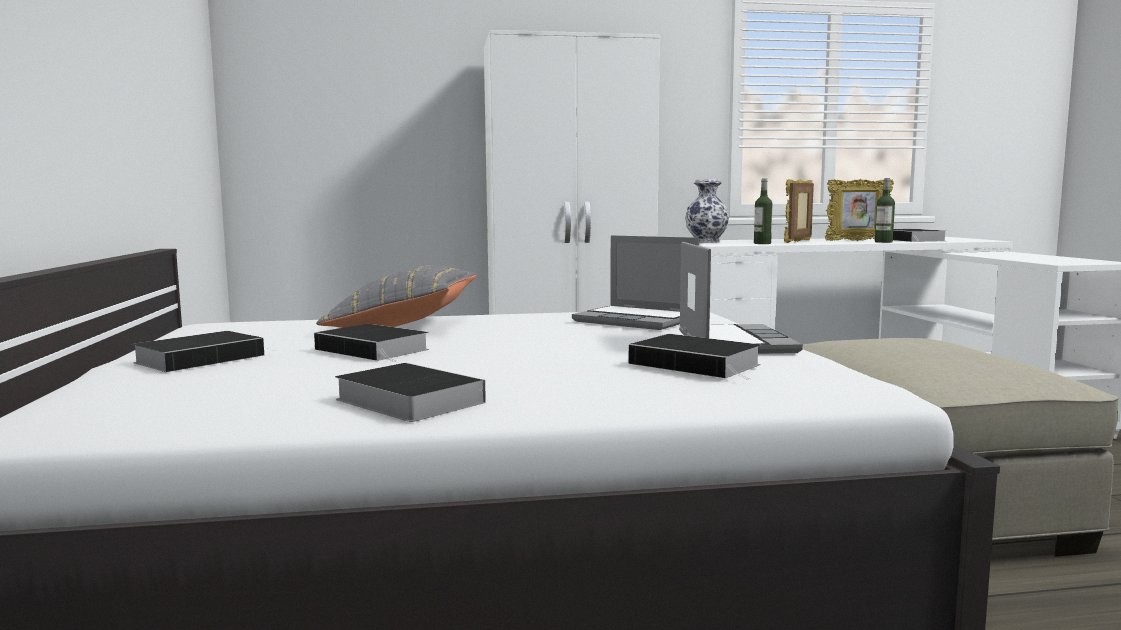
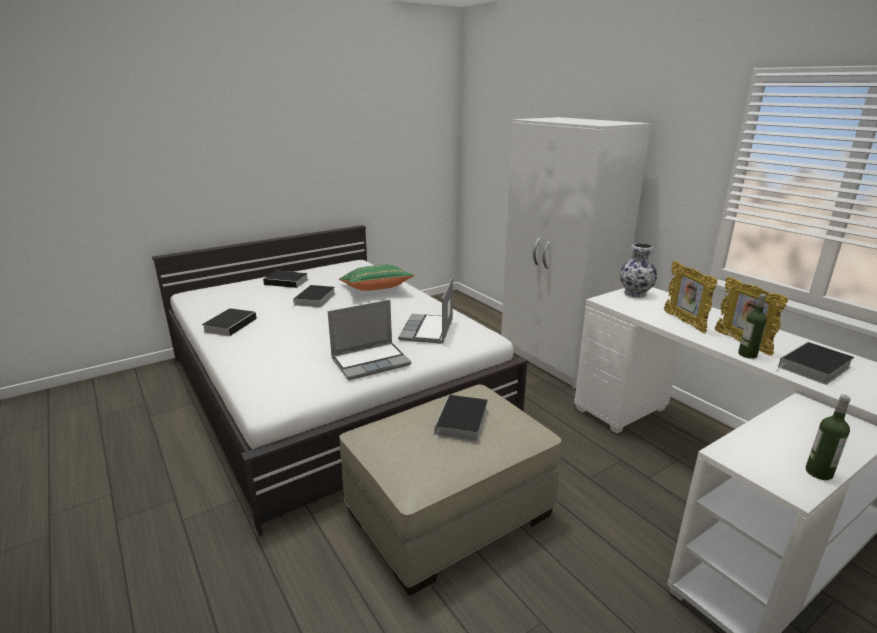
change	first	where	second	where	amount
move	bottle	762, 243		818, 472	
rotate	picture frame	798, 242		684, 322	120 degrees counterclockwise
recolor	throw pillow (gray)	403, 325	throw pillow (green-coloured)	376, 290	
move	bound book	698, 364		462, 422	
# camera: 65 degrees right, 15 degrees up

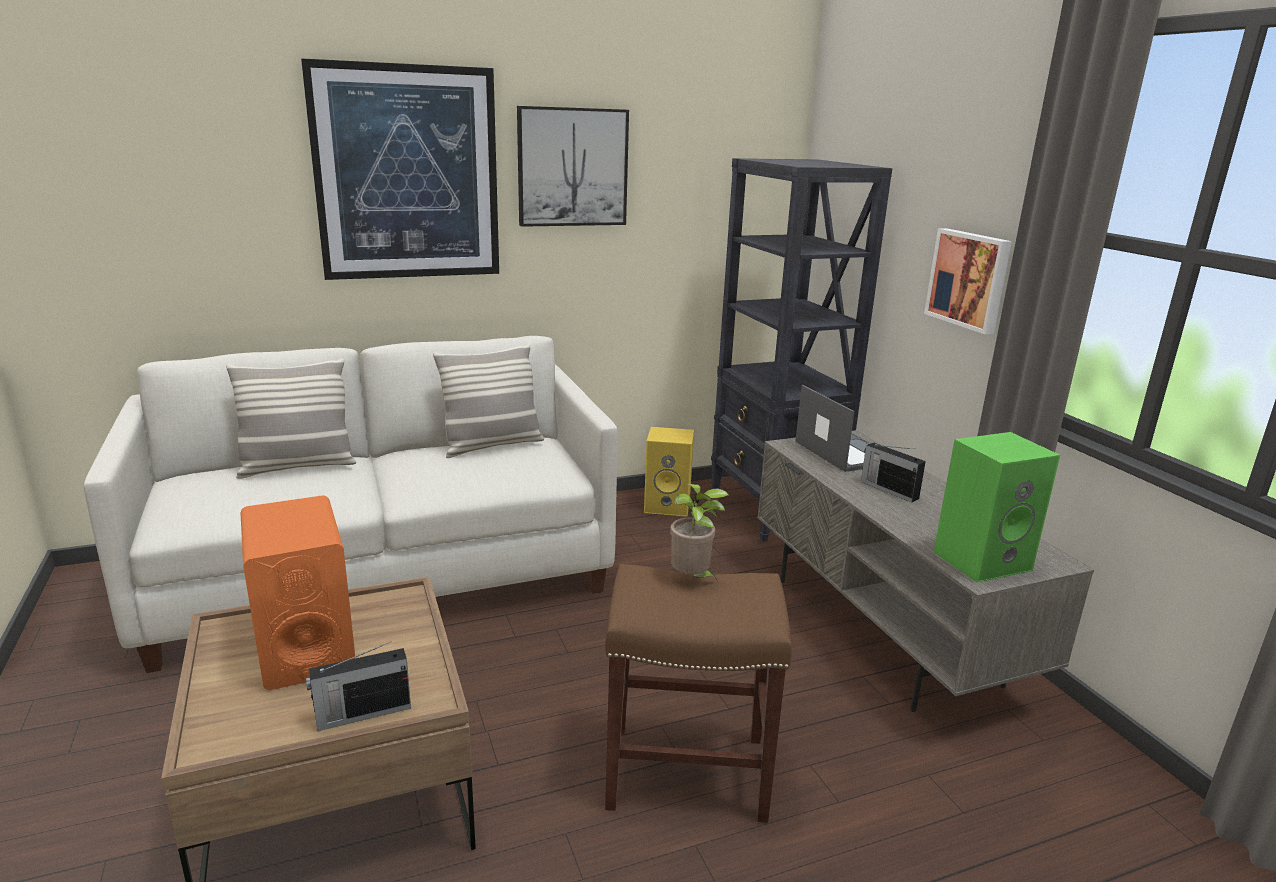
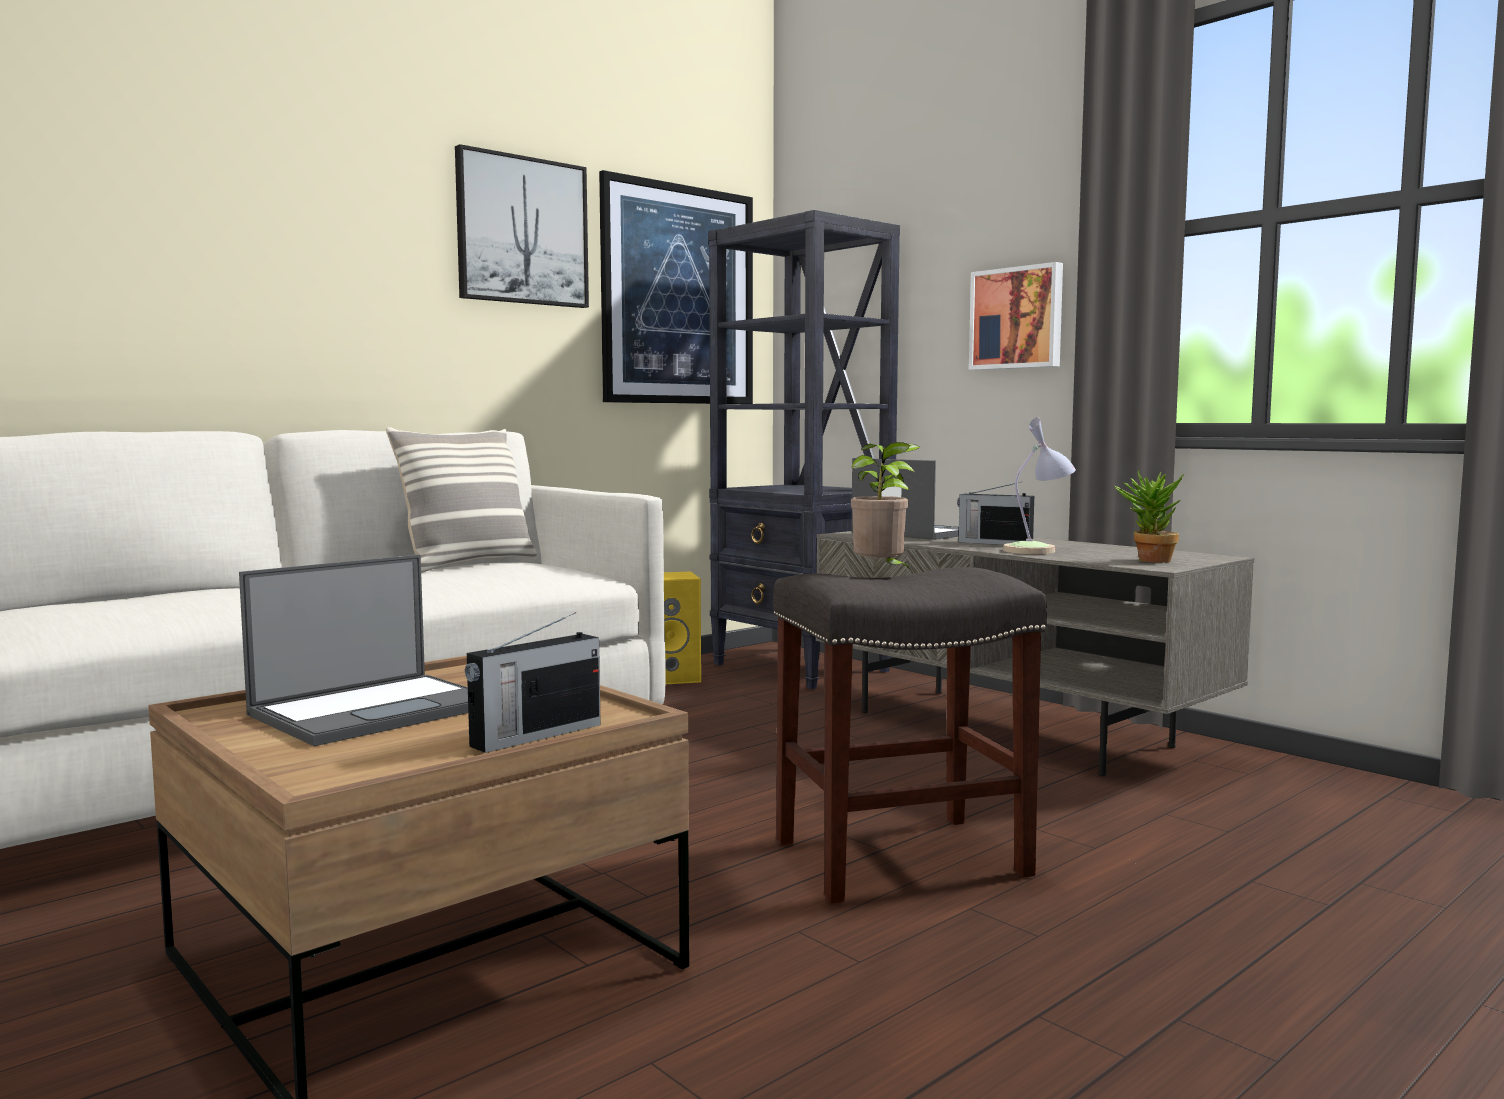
change	first	where	second	where	amount
move	wall picture	407, 174		679, 295	
delete	throw pillow	297, 467			
replace	audio speaker (green-coloured)	982, 560	houseplant	1148, 560	
replace	audio speaker (orangey)	305, 648	notebook computer	376, 710	
recolor	sitting stool (brown)	684, 772	sitting stool (gray)	897, 858	
insert			table lamp	1038, 550	
# camera: 20 degrees left, 15 degrees down

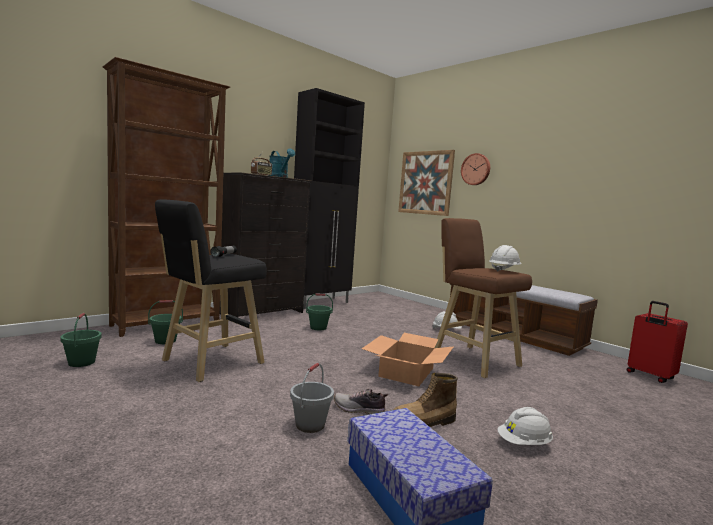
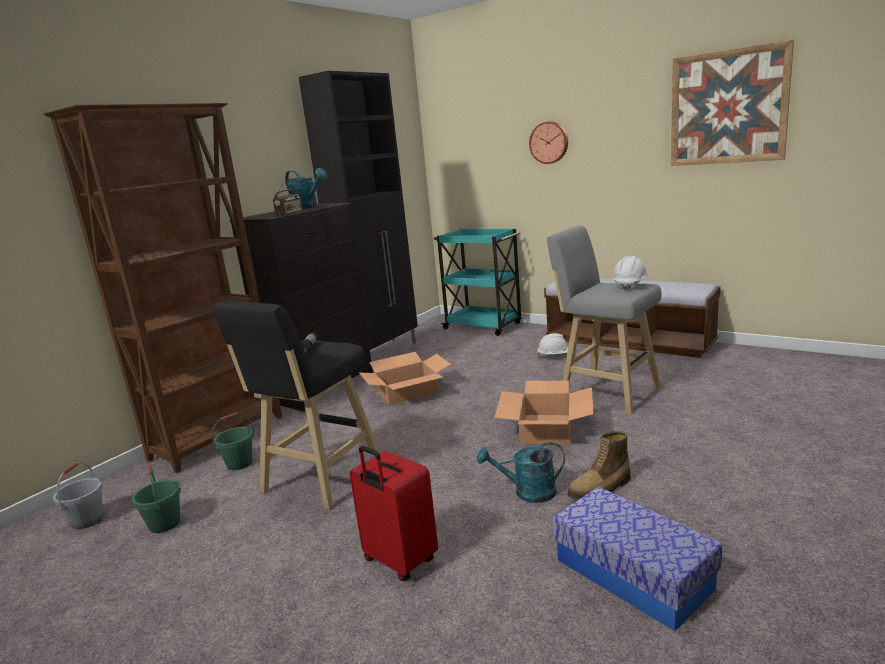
change	first	where	second	where	amount
move	wall picture	425, 183		728, 107	
recolor	sitting stool (brown)	472, 360	sitting stool (gray)	605, 392	
replace	bucket (green-coloured)	318, 328	carton	407, 392	
move	suitcase (red)	650, 376		399, 561	
move	bucket (gray)	310, 425		87, 520	
replace	low shoe	359, 409	sprinkling can (blue-green)	527, 492	
delete	safety helmet (white-coloured)	524, 444			
insert			trolley (blue-green)	483, 326	
# camera: 10 degrees left, 10 degrees up

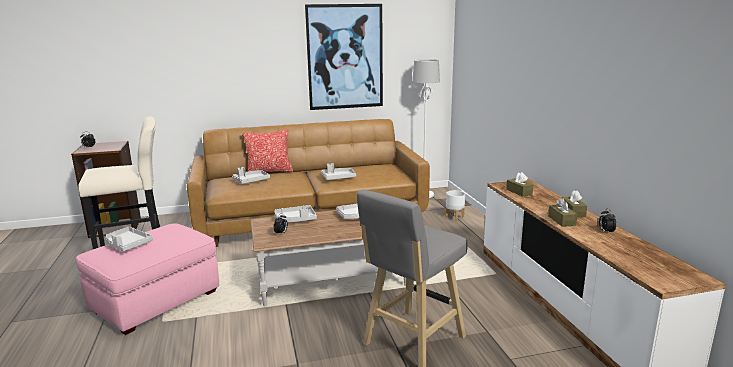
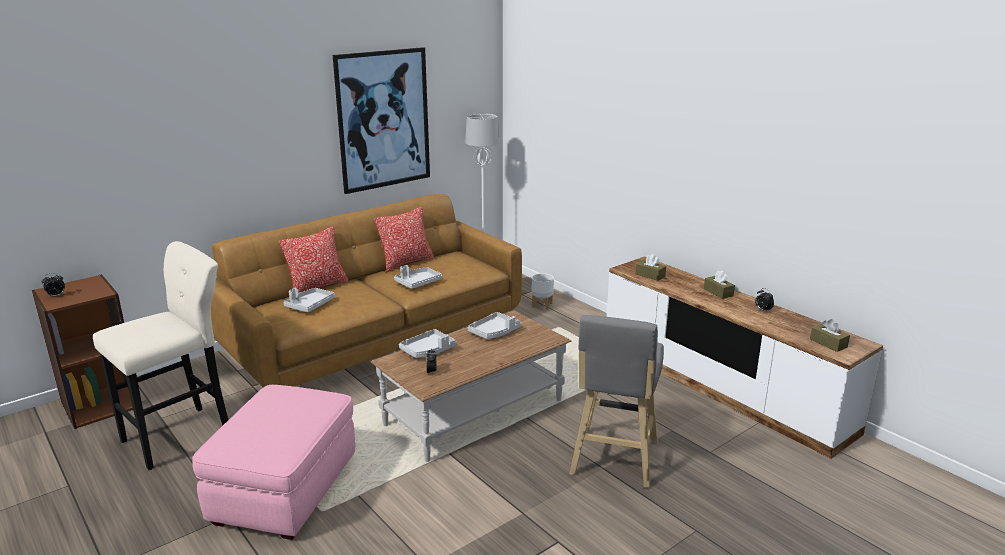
change	first	where	second	where	amount
move	tissue box (brown)	561, 220		828, 343	
delete	carrying tray (gray)	127, 244			
insert			throw pillow	406, 263	
# camera: 25 degrees left, 5 degrees up

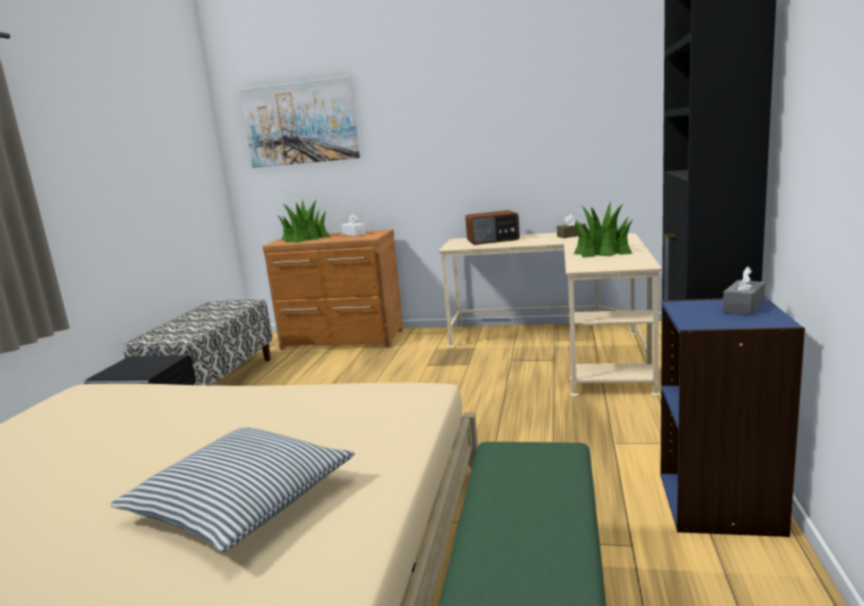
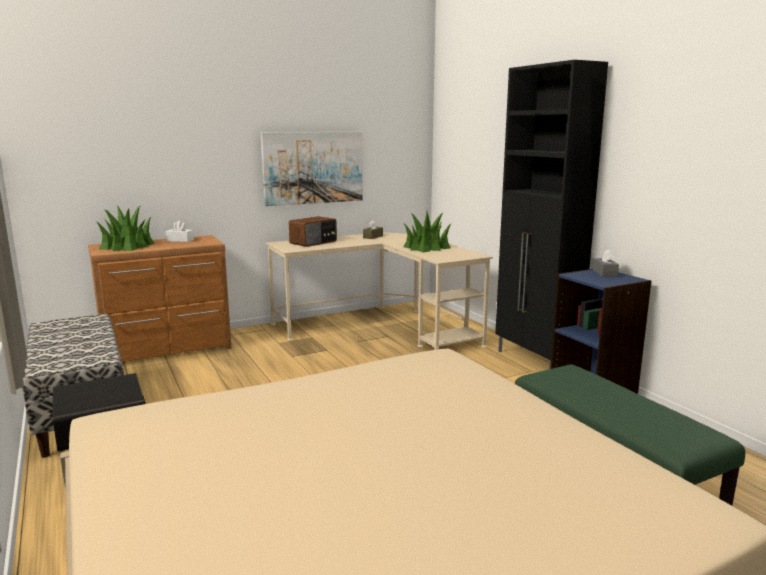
change	first	where	second	where	amount
move	wall picture	300, 123		313, 167	
delete	throw pillow	241, 502			
# camera: 40 degrees left, 0 degrees up

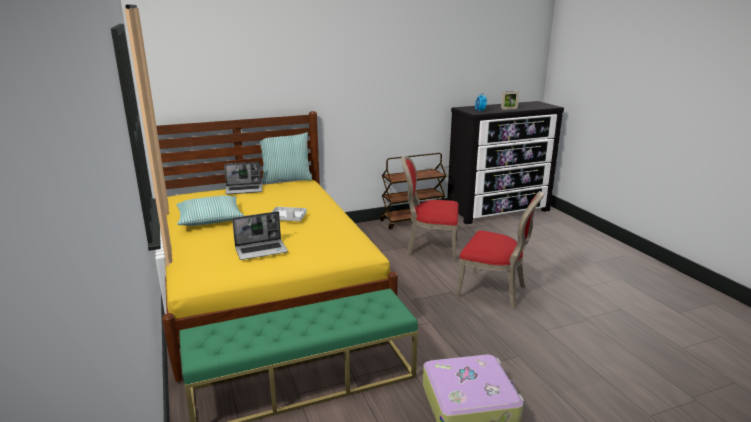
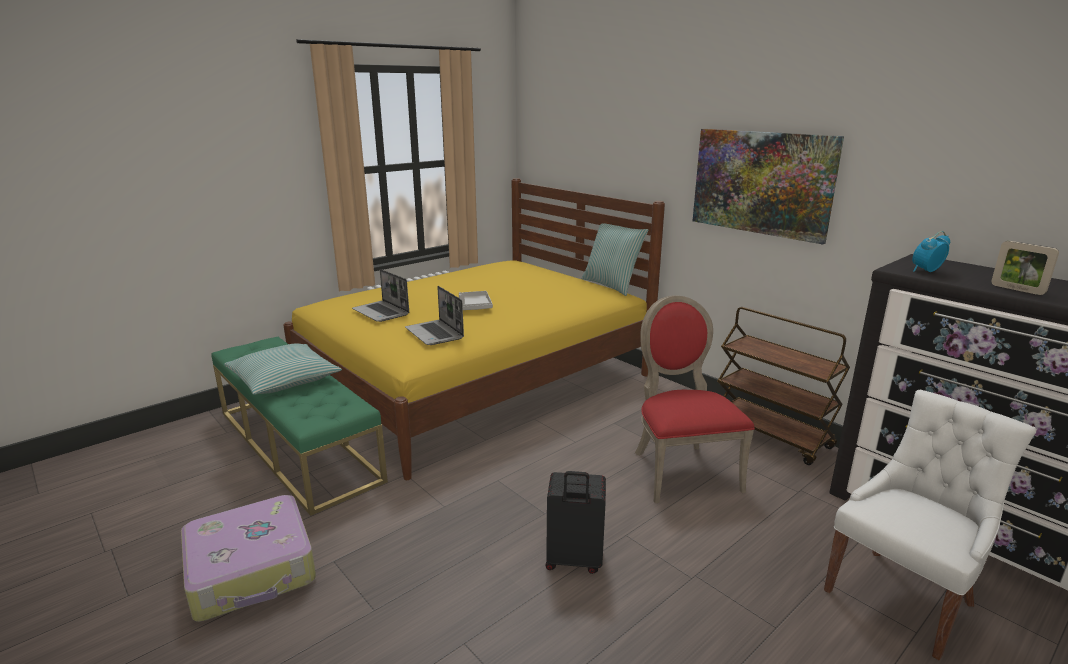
change	first	where	second	where	amount
move	notebook computer	244, 190		435, 334	
replace	chair (red)	494, 291	suitcase (black-coloured)	573, 561	
move	throw pillow	210, 219		284, 379	
insert			wall picture	761, 183	
insert			chair (white-coloured)	902, 597	
# camera: 70 degrees right, 0 degrees up

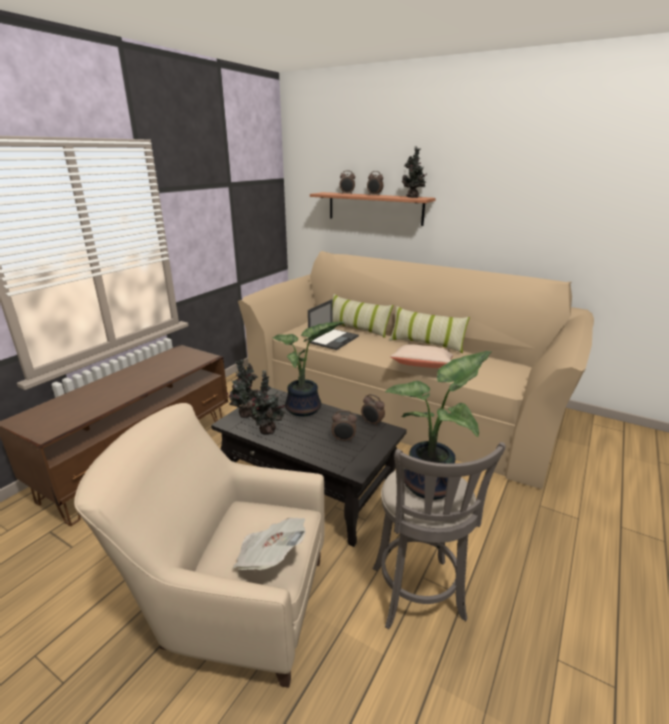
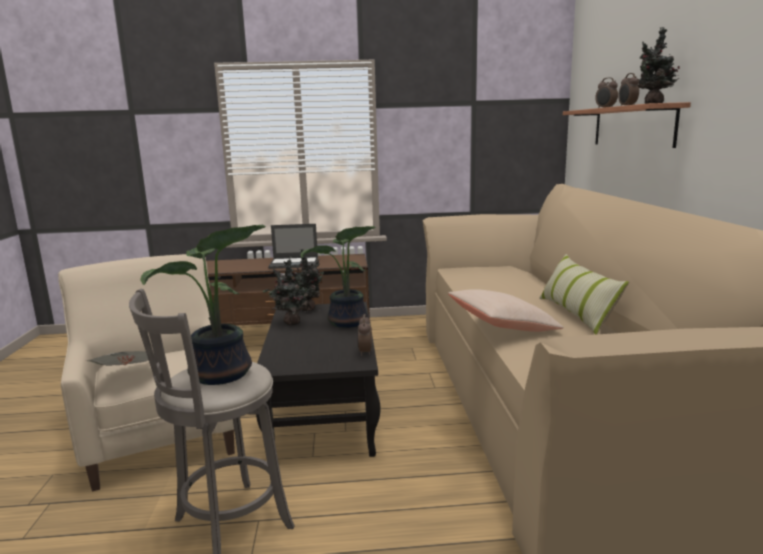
change	first	where	second	where	amount
delete	throw pillow	357, 329			
move	notebook computer	333, 339		294, 263	
delete	table clock	343, 439			
# camera: 55 degrees right, 10 degrees down

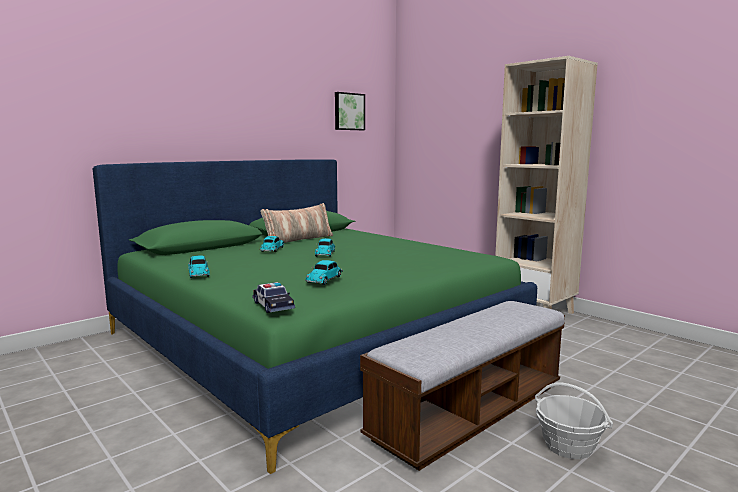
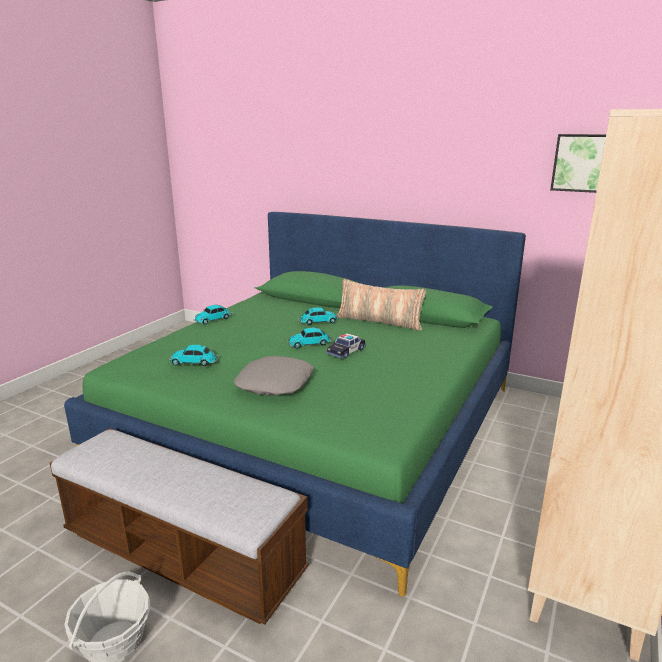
change	first	where	second	where	amount
move	miniature car	273, 305		346, 351	
insert			throw pillow (gray)	274, 383	
# camera: 70 degrees right, 10 degrees up

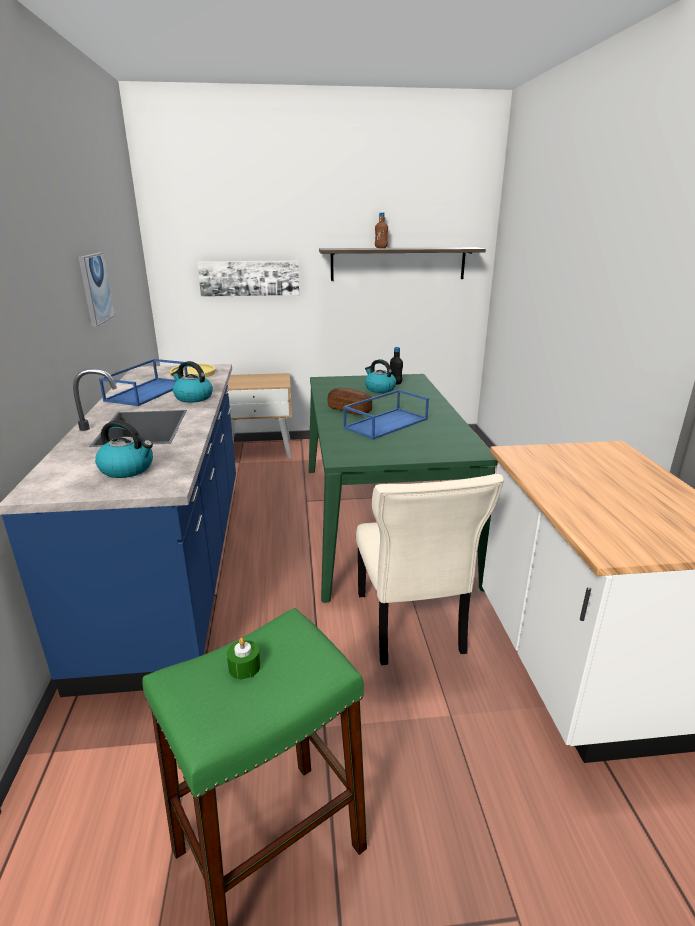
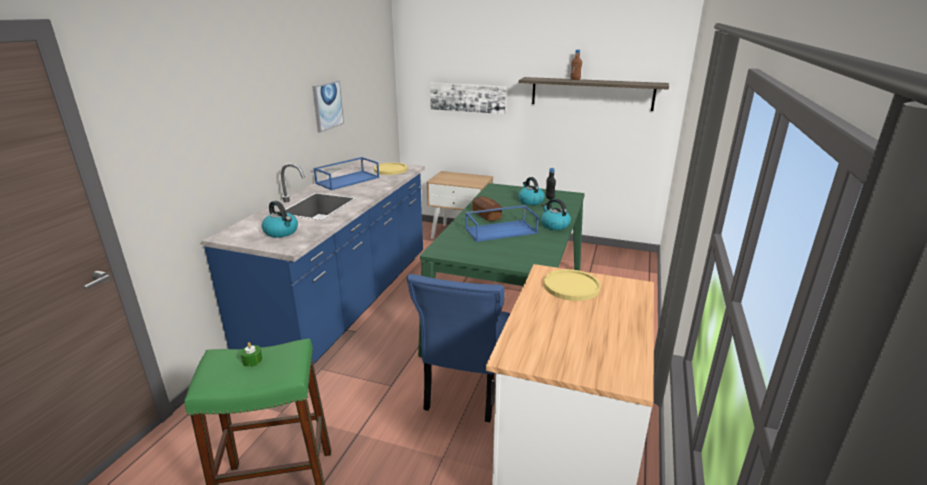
change	first	where	second	where	amount
move	kettle	193, 397		554, 225	
recolor	chair (sand-coloured)	410, 626	chair (blue)	465, 391	
insert			dinner plate (yellow-coloured)	571, 286	
# camera: 25 degrees right, 0 degrees up

